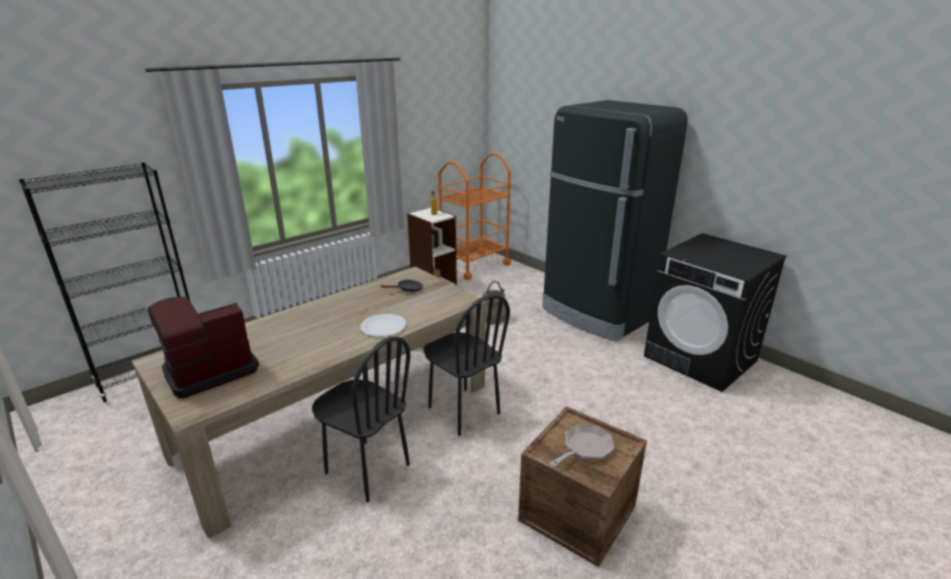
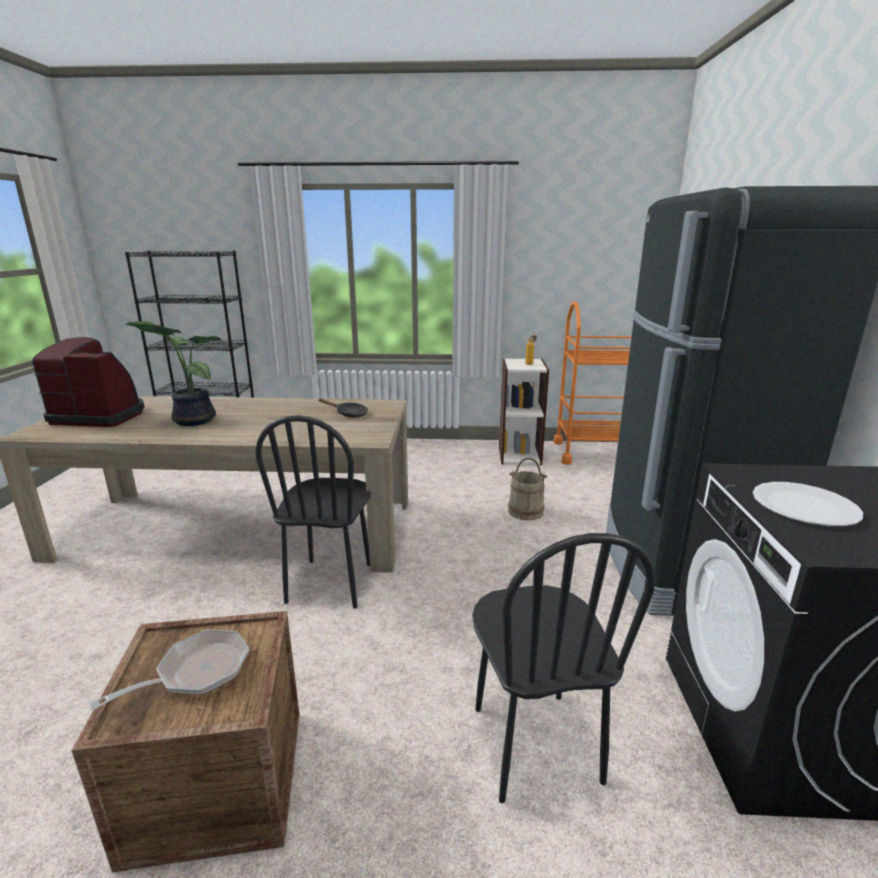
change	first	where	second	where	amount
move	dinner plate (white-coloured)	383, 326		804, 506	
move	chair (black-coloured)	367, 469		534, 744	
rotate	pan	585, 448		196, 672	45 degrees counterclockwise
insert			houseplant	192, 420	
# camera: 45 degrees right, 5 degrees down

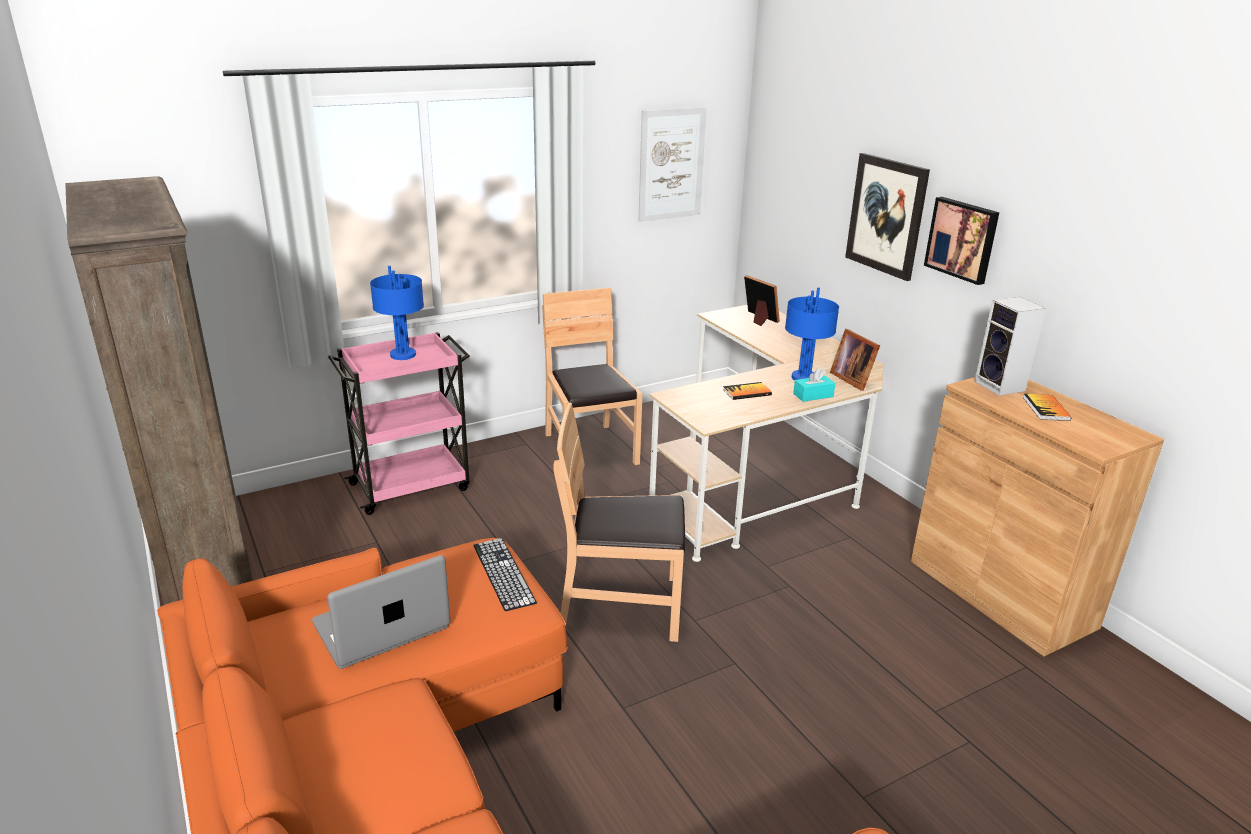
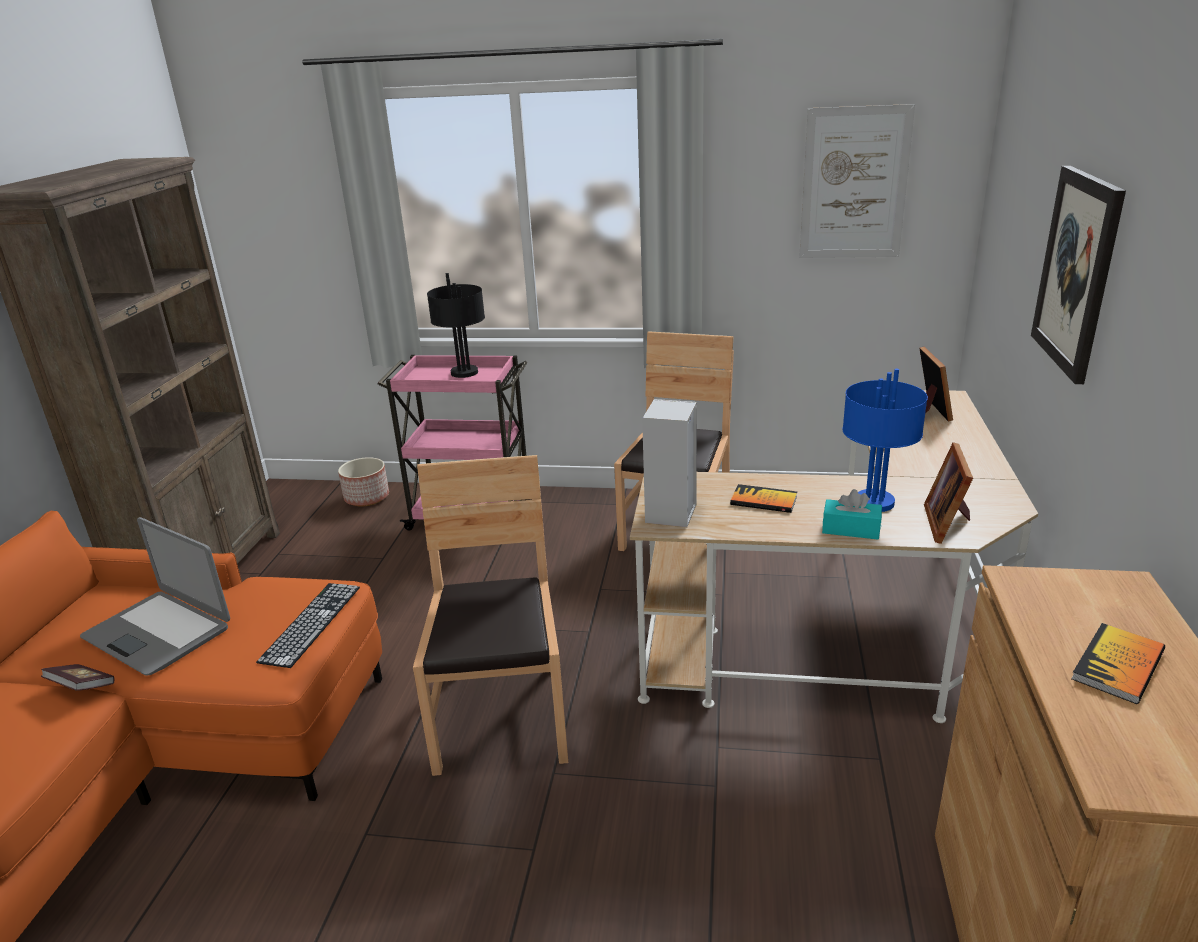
change	first	where	second	where	amount
delete	wall picture	962, 239			
recolor	table lamp (blue)	403, 354	table lamp (black-coloured)	465, 372	
move	audio speaker	1001, 386		671, 514	
rotate	chair (brown)	621, 605		502, 716	45 degrees clockwise
rotate	notebook computer	382, 627		159, 632	150 degrees counterclockwise
insert			flower pot	367, 497	
insert			bound book	82, 687	
# camera: 40 degrees right, 0 degrees up

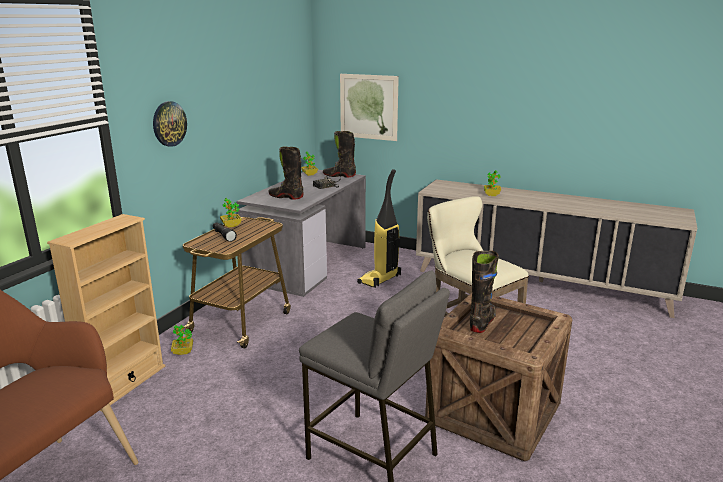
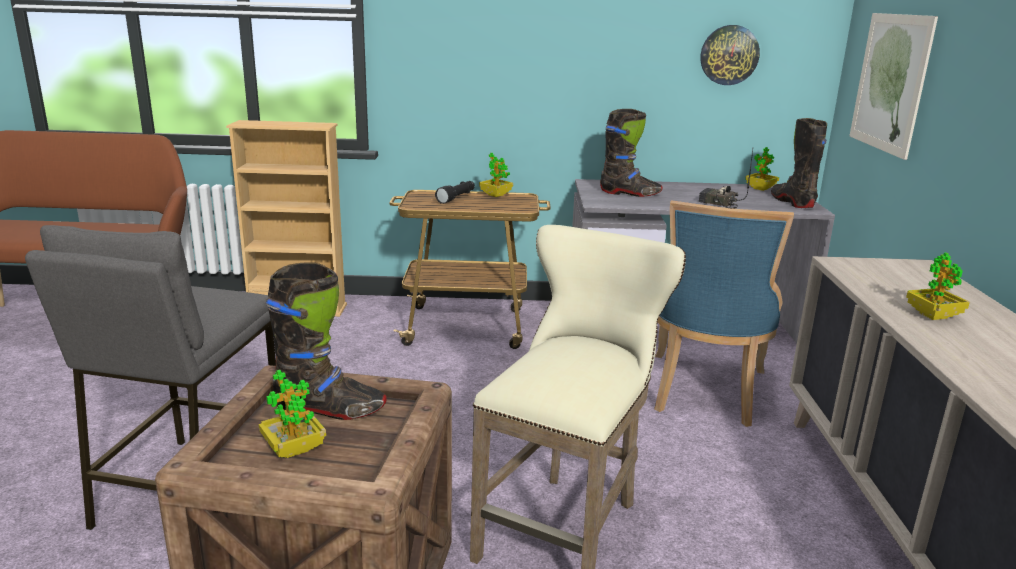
change	first	where	second	where	amount
move	clock on the wall	169, 124		729, 55	
rotate	tall boot (black-coloured)	286, 197		630, 193	105 degrees clockwise
replace	hoover	380, 280	chair (blue)	705, 392	
move	houseplant	183, 352		294, 449	
# camera: 65 degrees right, 0 degrees up

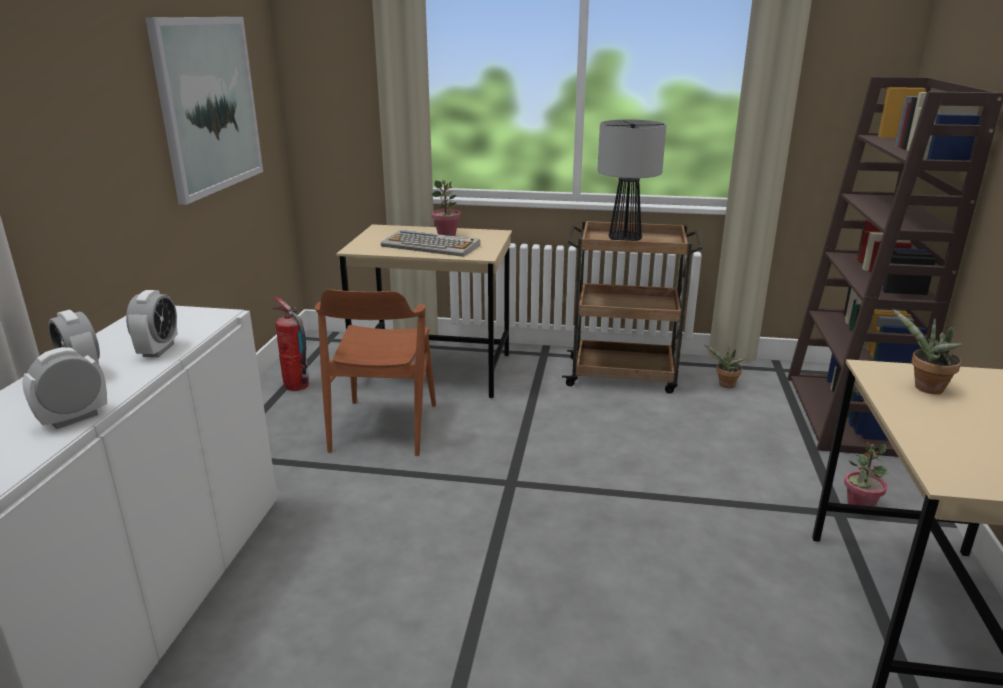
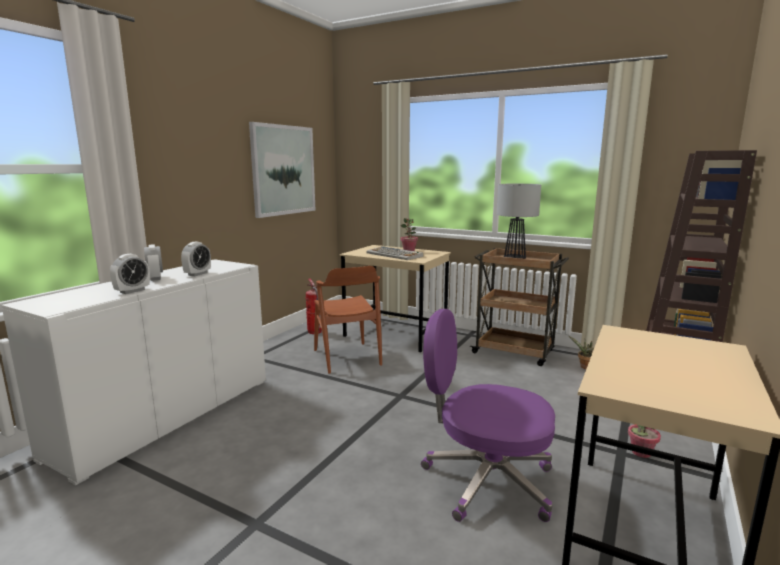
change	first	where	second	where	amount
rotate	chair (brown)	384, 427		347, 357	45 degrees counterclockwise
delete	houseplant	924, 388			
rotate	table clock	74, 418		132, 291	150 degrees clockwise
insert			computer chair (purplish)	485, 480	
# camera: 20 degrees right, 10 degrees down

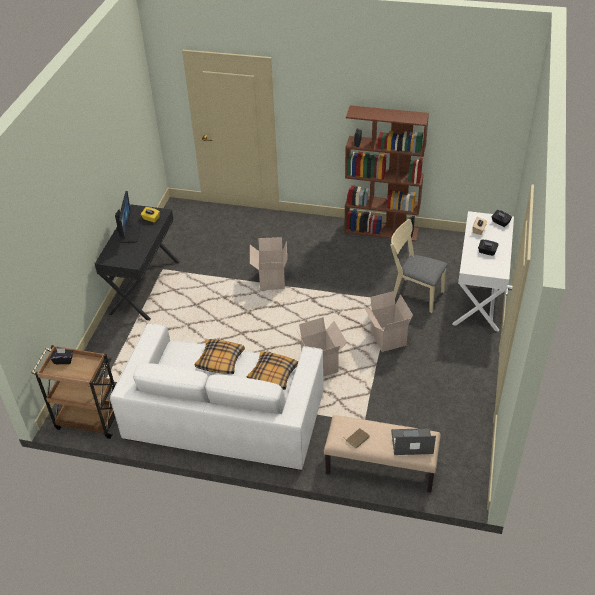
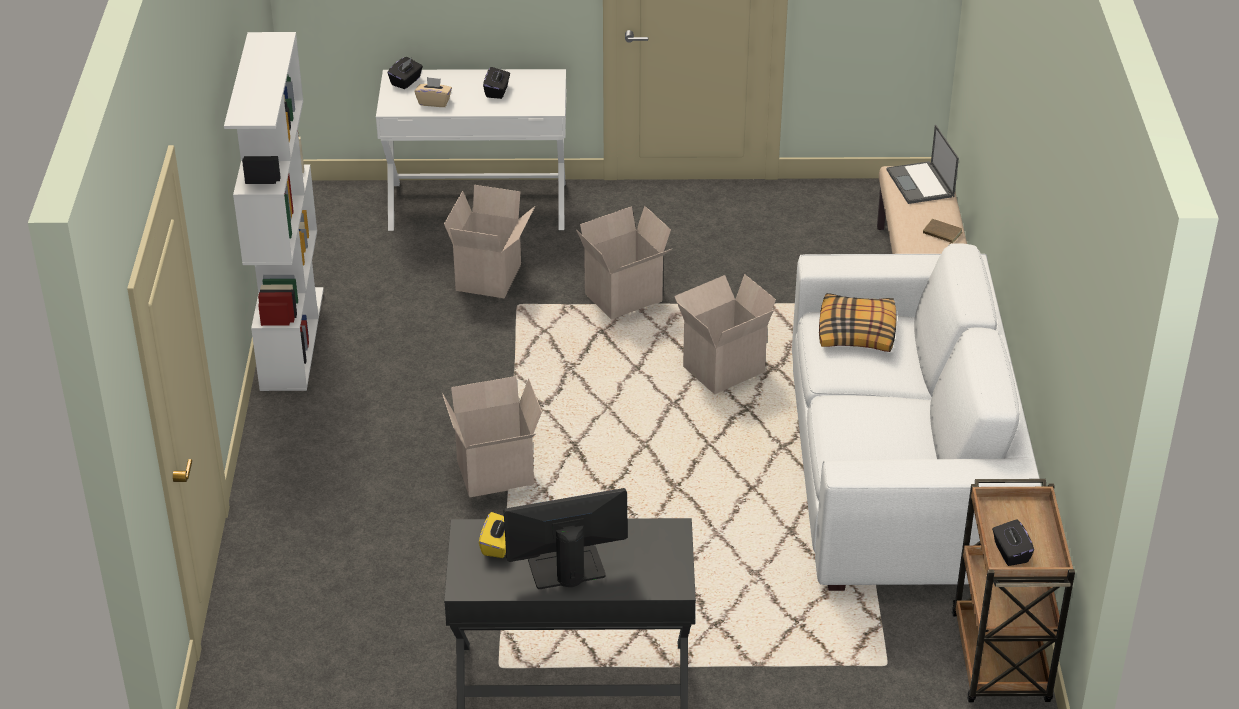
change	first	where	second	where	amount
recolor	shelving unit (brown)	382, 230	shelving unit (white-coloured)	291, 338	
replace	chair (sand-coloured)	414, 294	carton	490, 278	
delete	throw pillow	220, 361			
# camera: 105 degrees left, 5 degrees down

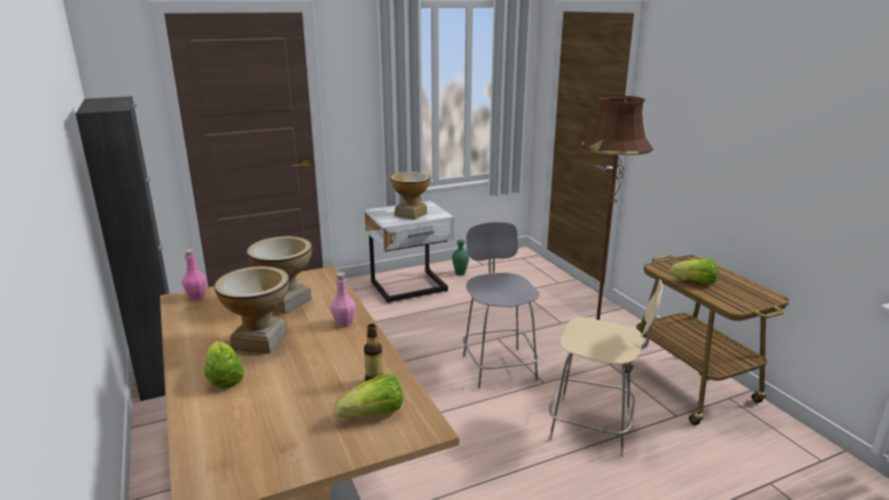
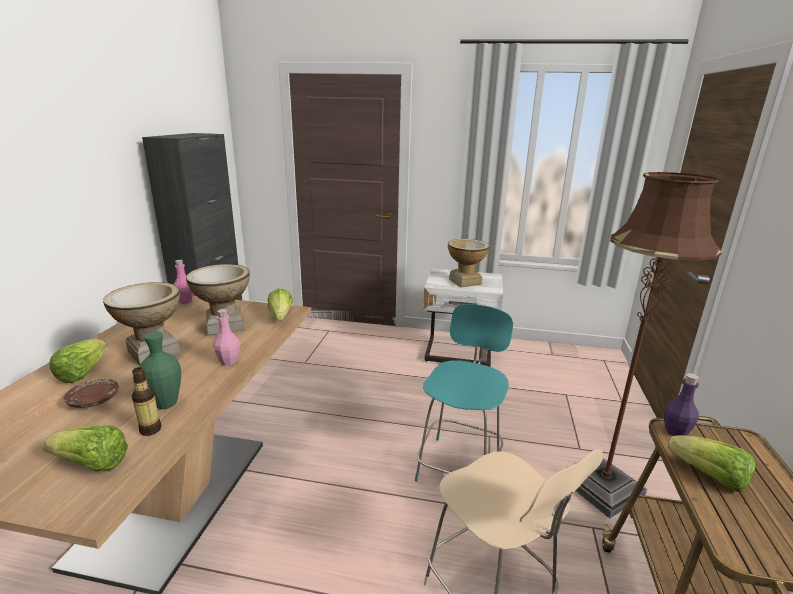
change	first	where	second	where	amount
recolor	chair (gray)	498, 365	chair (blue-green)	459, 466	
move	flower vase (green-coloured)	460, 273		166, 404	
insert			lettuce head	281, 316	
insert			bottle (purplish)	675, 432	
insert			dinner plate (brown)	93, 400	
# camera: 35 degrees right, 0 degrees up

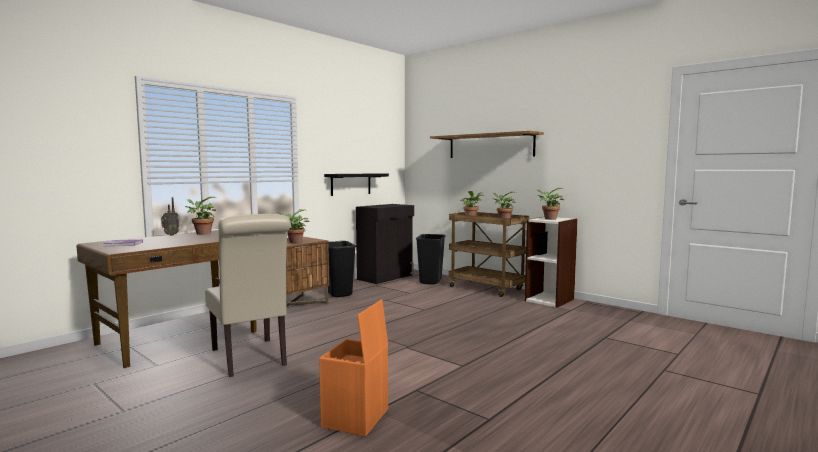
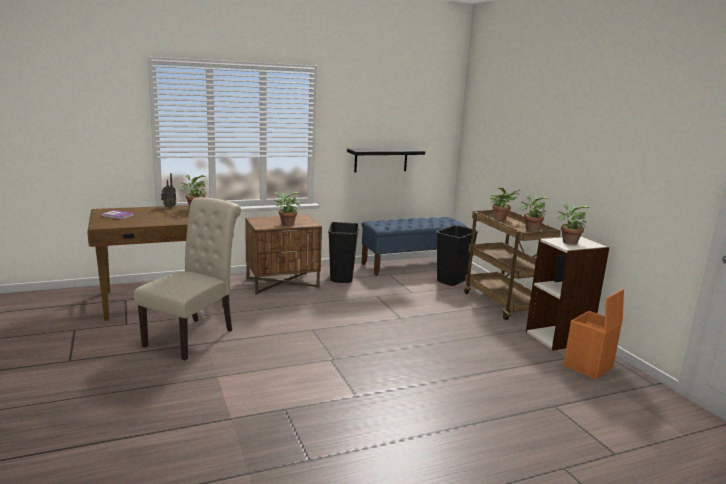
change	first	where	second	where	amount
delete	shelf	490, 146			
replace	storage cabinet (black-coloured)	386, 277	indoor bench (blue)	412, 265	
rotate	chair (sand-coloured)	250, 359		194, 336	150 degrees counterclockwise
move	storage box (orangey)	356, 418		588, 367	
# camera: 25 degrees right, 10 degrees up

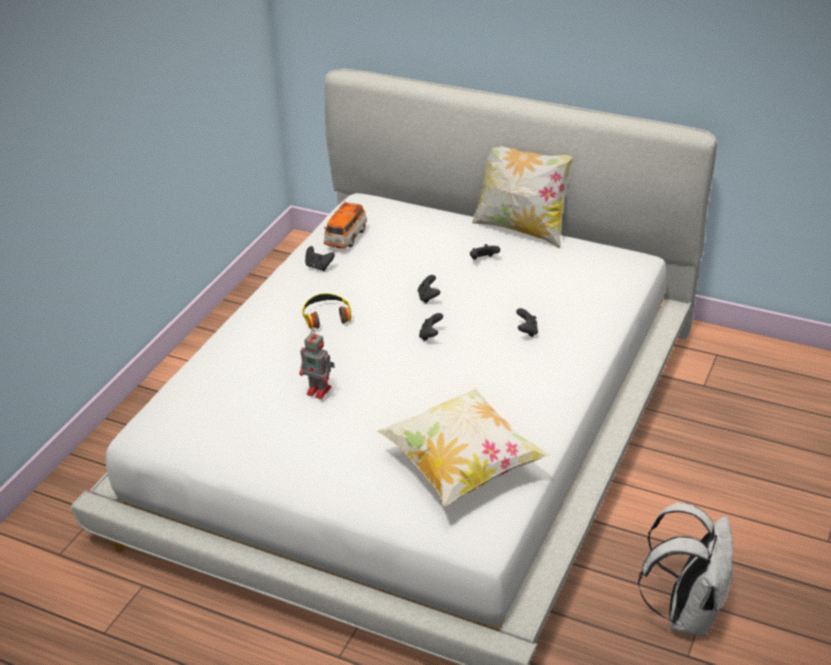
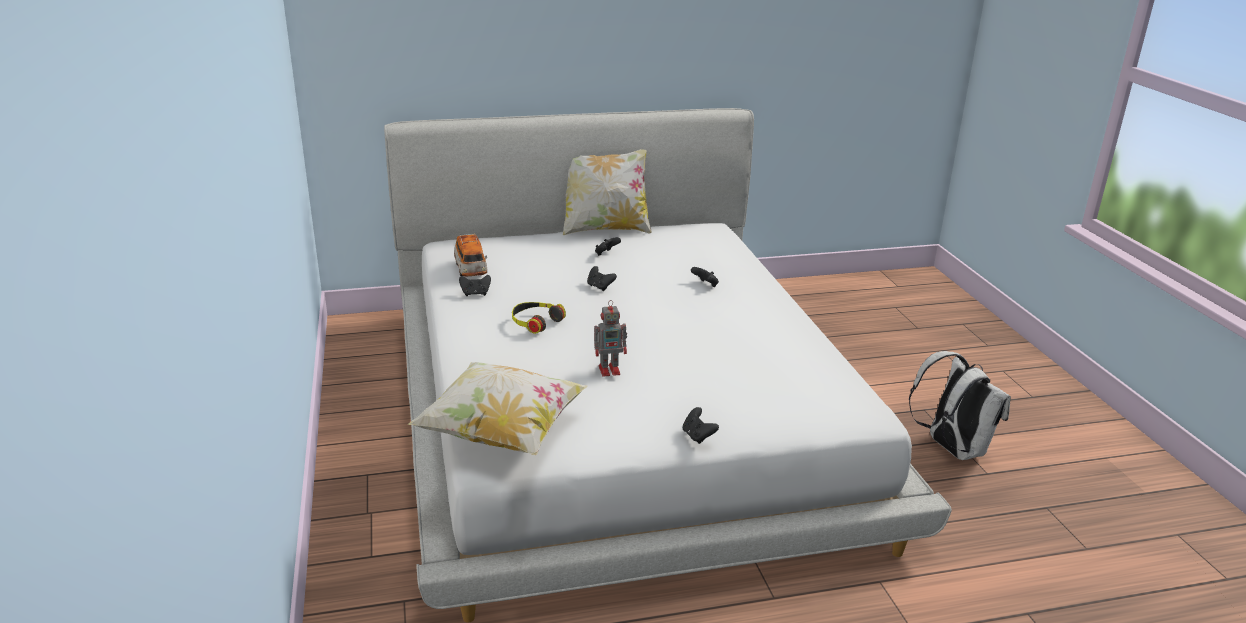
change	first	where	second	where	amount
move	game controller (black-coloured)	430, 335		698, 436	
move	throw pillow	461, 467		502, 433	
# camera: 40 degrees left, 10 degrees down

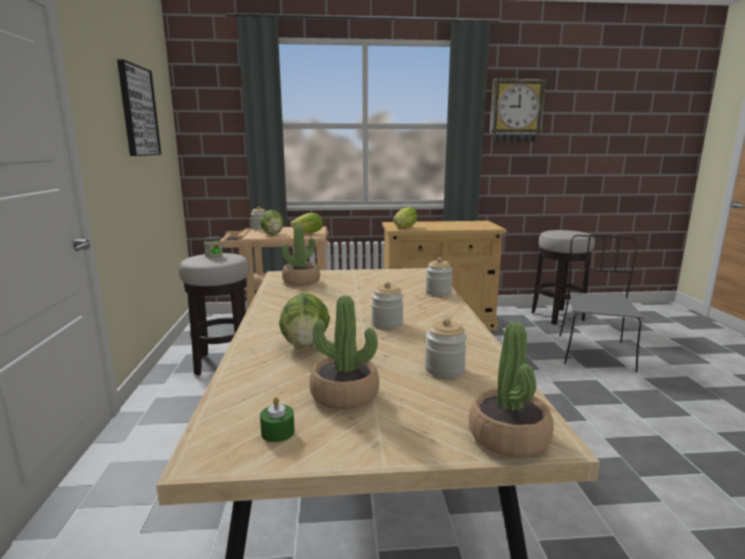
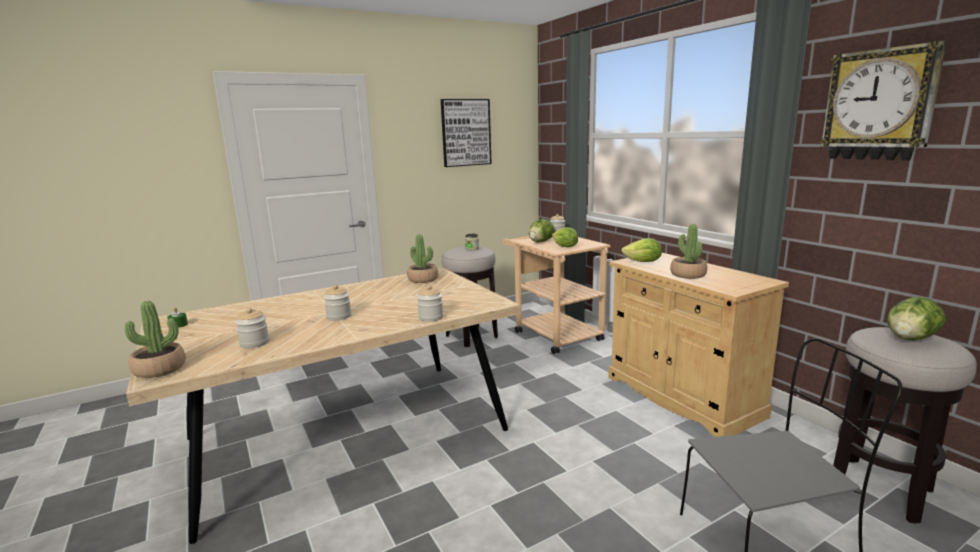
change	first	where	second	where	amount
move	lettuce head	305, 344		910, 339	
move	houseplant	344, 395		687, 275	
# camera: 65 degrees right, 0 degrees up

